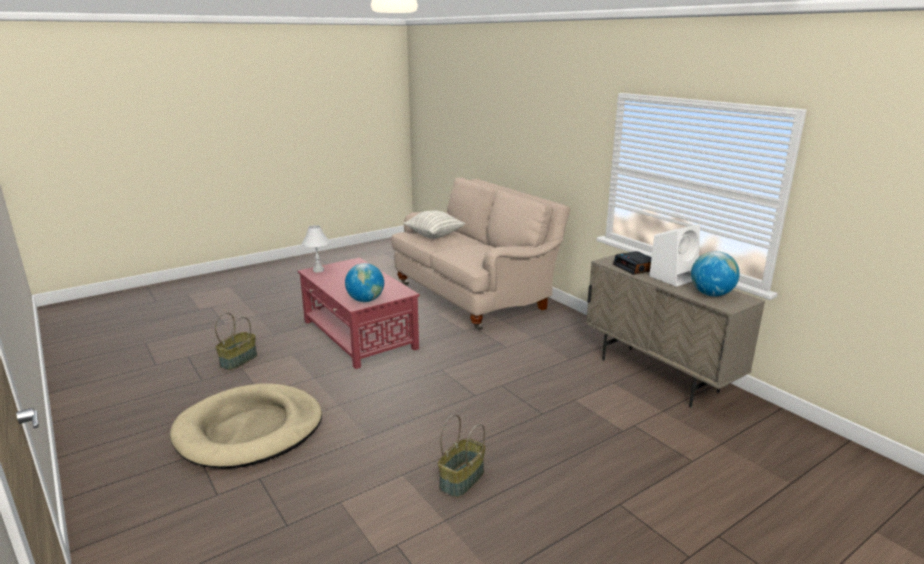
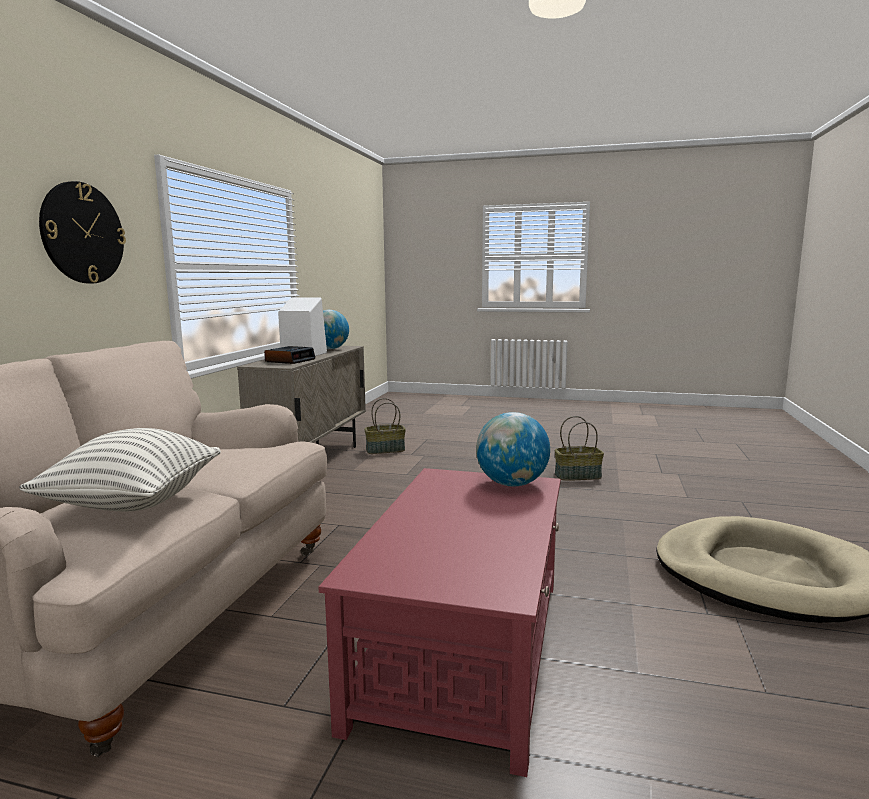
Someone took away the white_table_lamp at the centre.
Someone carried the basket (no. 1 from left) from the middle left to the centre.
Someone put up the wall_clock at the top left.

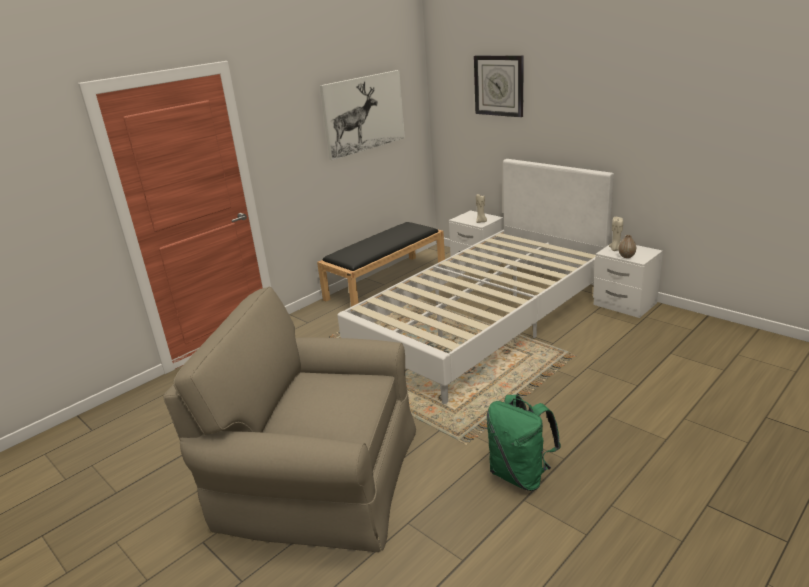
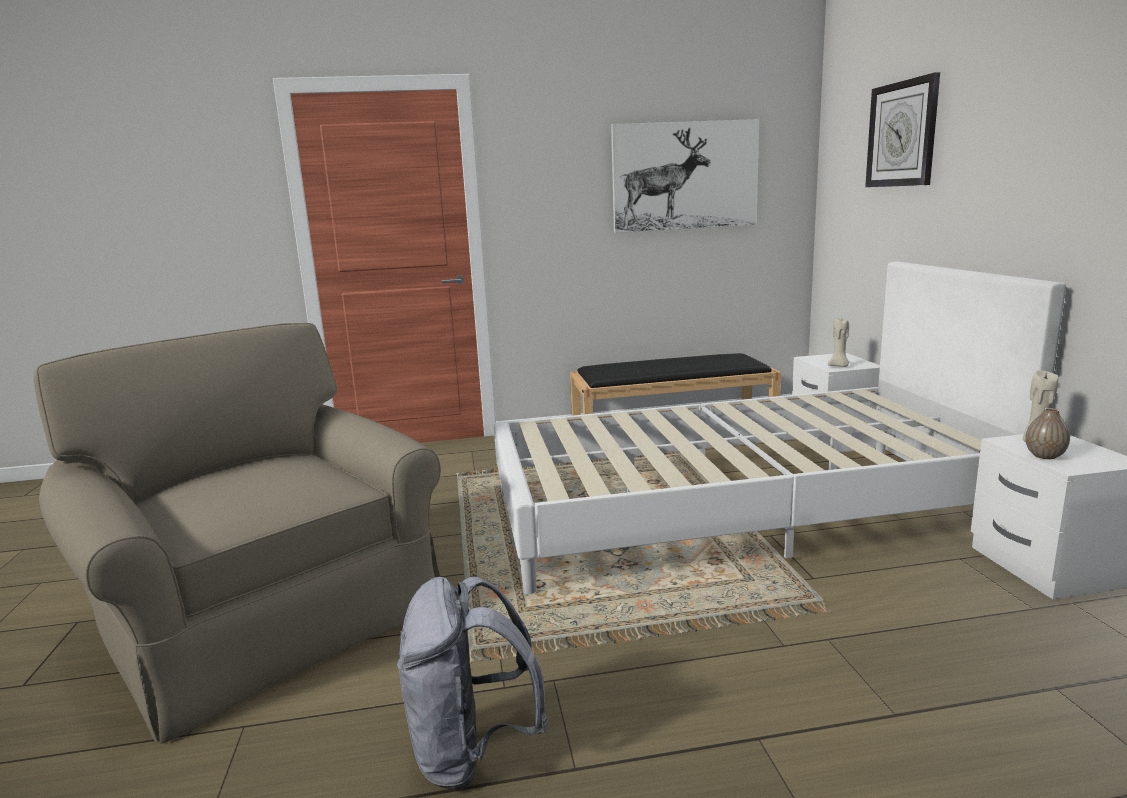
Someone repainted the green_backpack at the bottom centre, which became the grey_backpack at the bottom centre.

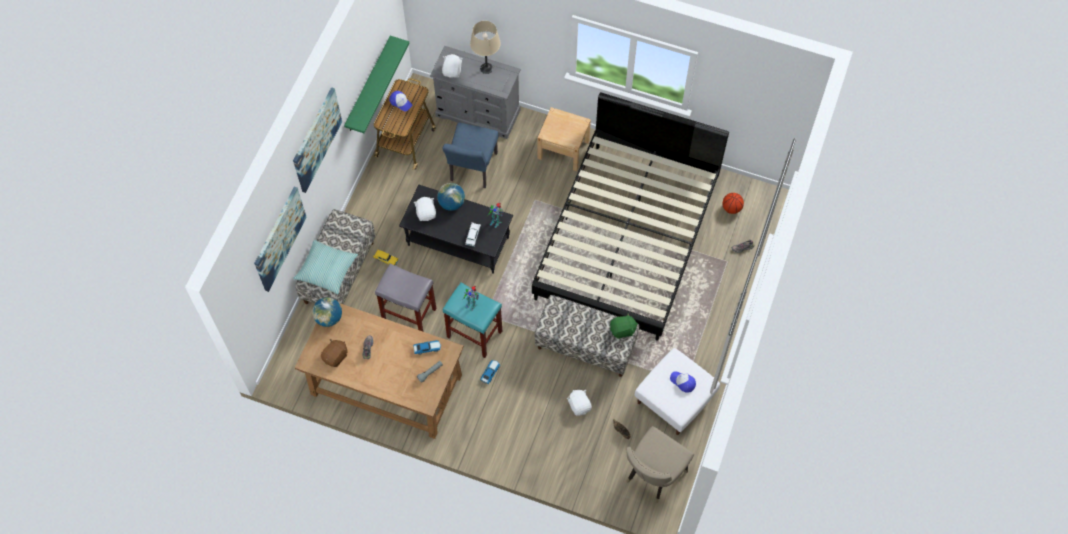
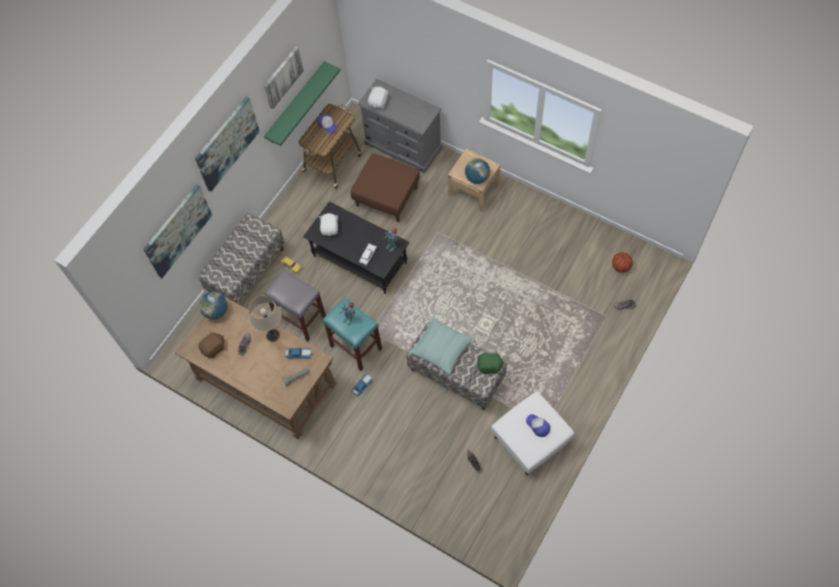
Someone carried the beige_table_lamp from the top centre to the middle left.
Someone took away the black_bed at the centre.
Someone swapped the blue_chair at the top centre for the brown_ottoman at the top centre.
Someone carried the globe (no. 2 from left) from the centre to the top centre.
Someone carried the pillow from the middle left to the centre.
Someone took away the white_plush_toy (no. 3 from left) at the bottom centre.
Someone took away the beige_chair at the bottom centre.
Someone put up the picture (no. 3 from left) at the top centre.

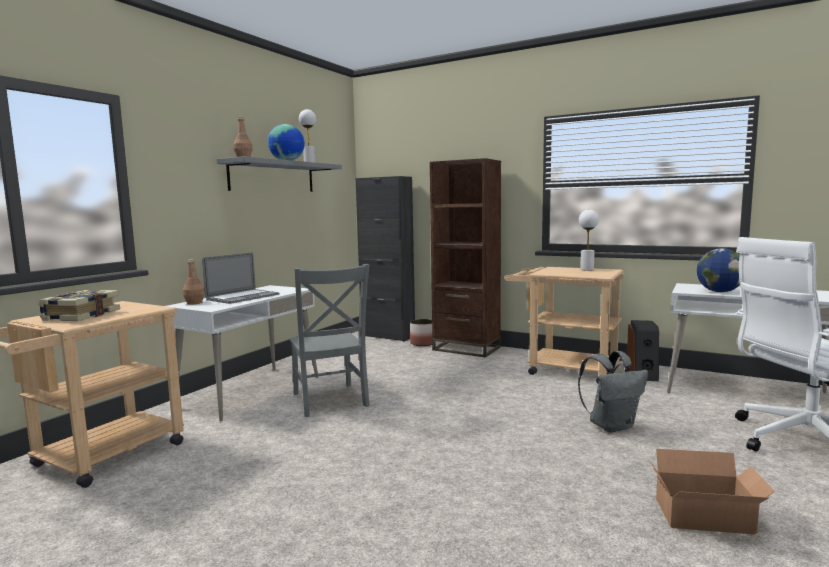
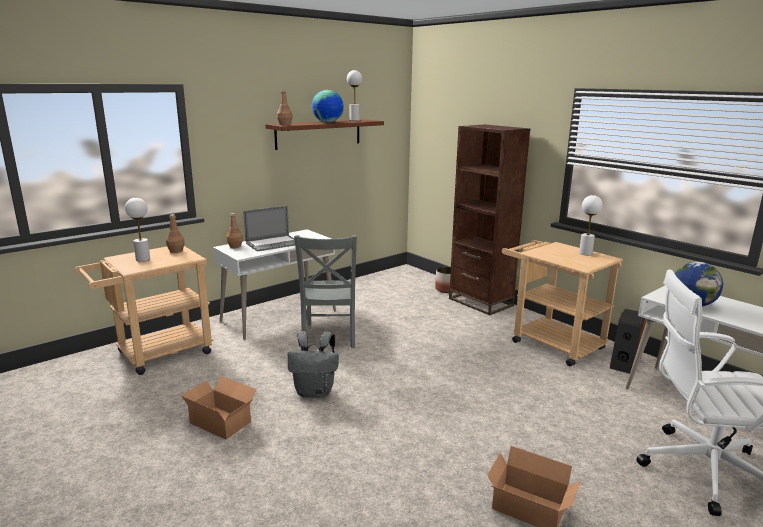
Someone repainted the grey_shelf at the top centre, which became the brown_shelf at the top centre.
Someone took away the black_cabinet at the centre.
Someone swapped the book at the middle left for the white_table_lamp (no. 1 from left) at the middle left.
Someone carried the grey_backpack from the bottom right to the bottom centre.
Someone put down the brown_bottle (no. 1 from left) at the middle left.
Someone put down the cardboard_box (no. 1 from left) at the bottom left.

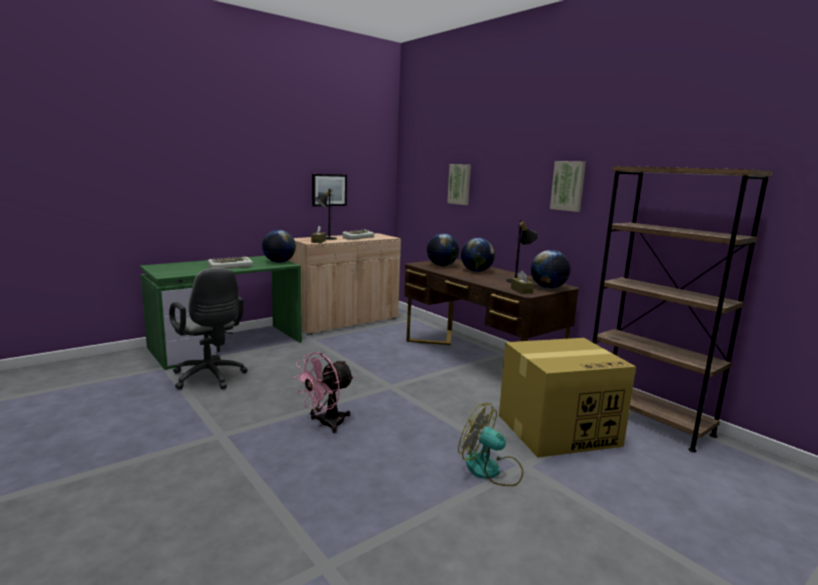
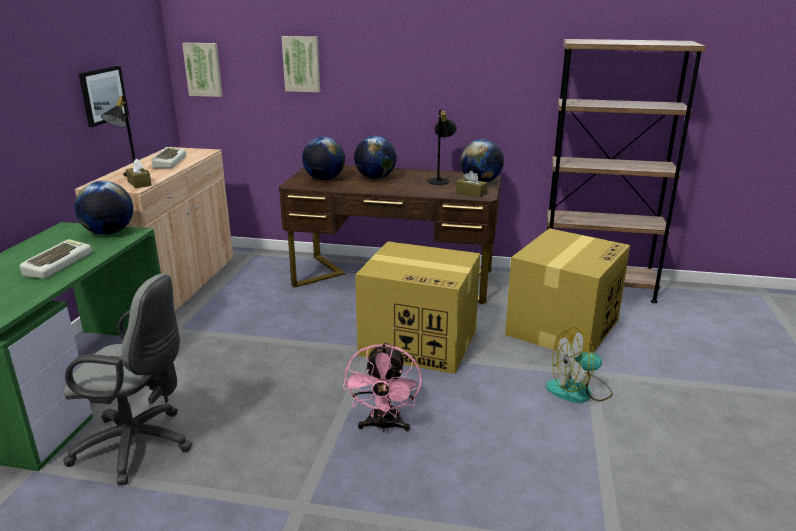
Someone carried the picture (no. 3 from left in the first image) from the top right to the top left.
Someone put down the cardboard_box (no. 1 from left) at the centre.

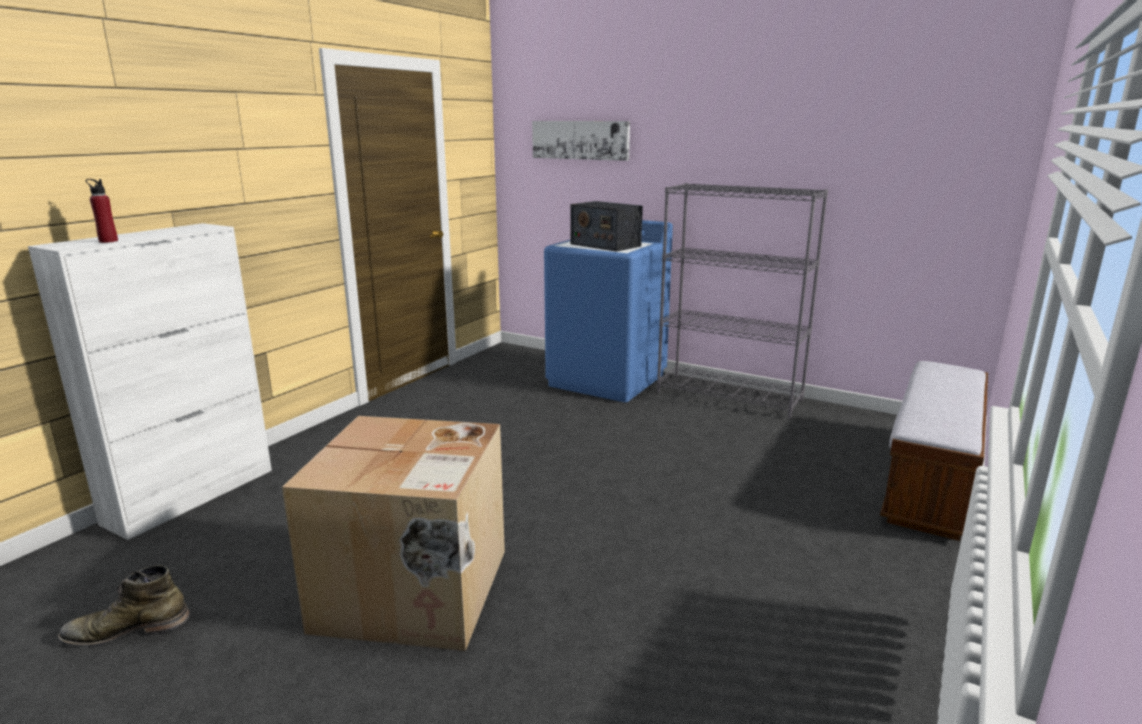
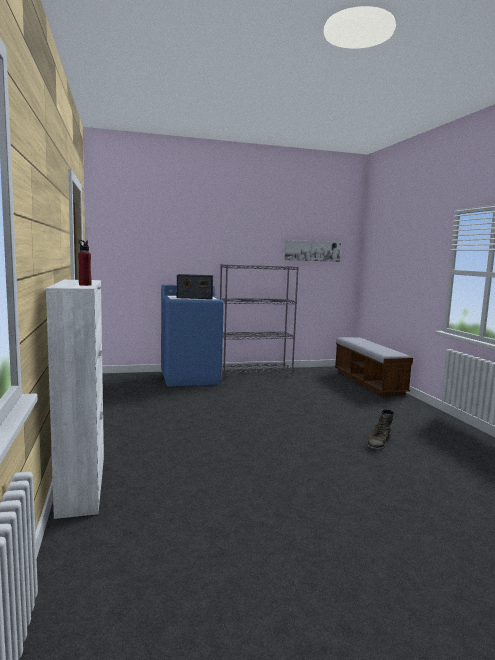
Someone carried the picture from the top centre to the centre.
Someone took away the cardboard_box at the bottom centre.
Someone carried the green_boot from the bottom left to the middle right.

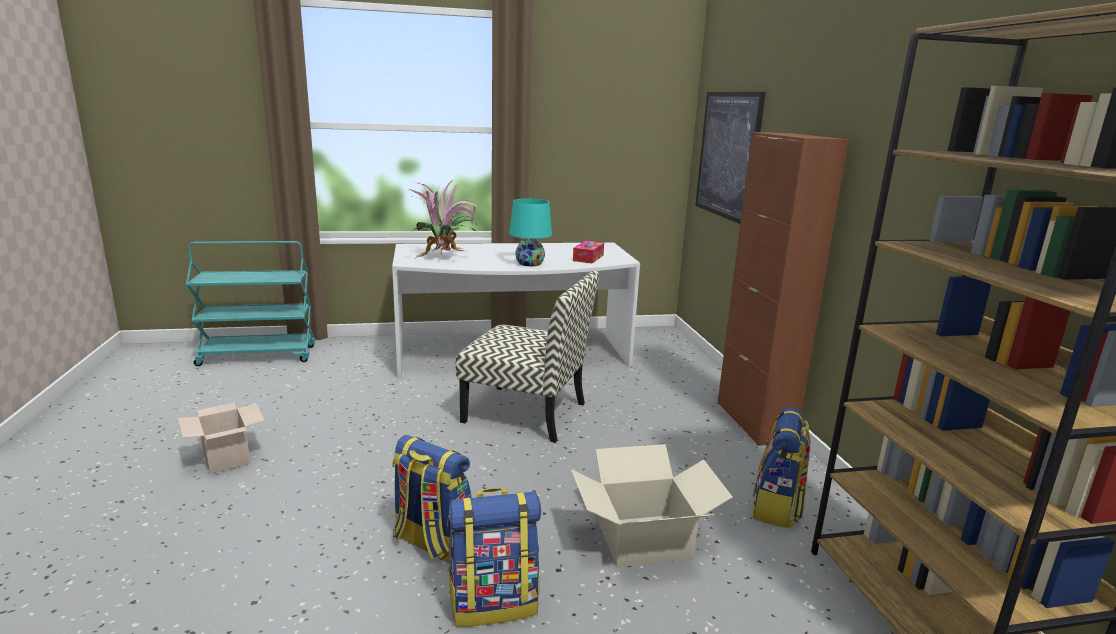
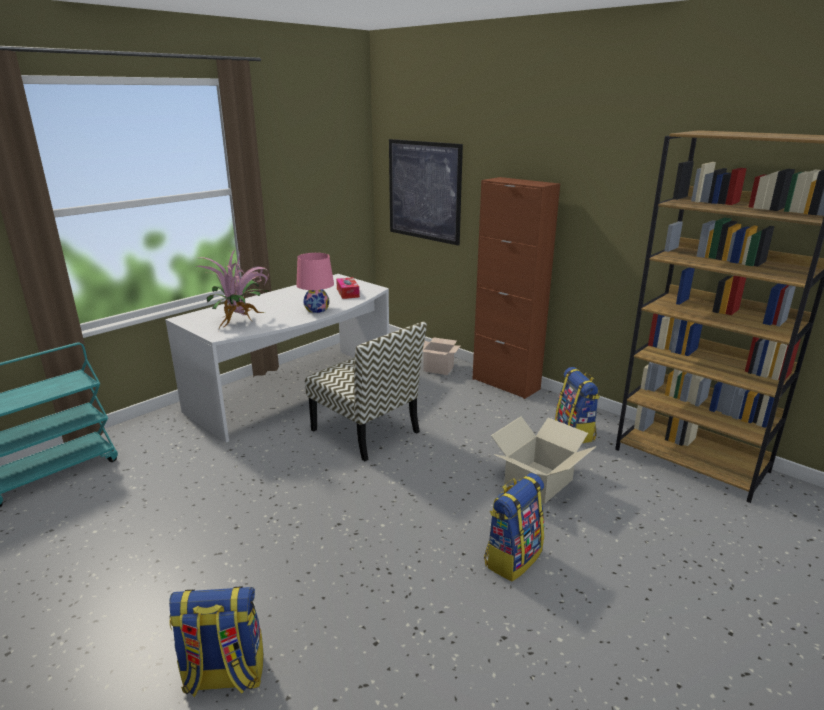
Someone repainted the turquoise_table_lamp at the centre, which became the pink_table_lamp at the centre.
Someone rotated the chair at the centre by 60 degrees clockwise.
Someone carried the cardboard_box (no. 1 from left) from the bottom left to the centre.
Someone carried the backpack (no. 1 from left) from the bottom centre to the bottom left.

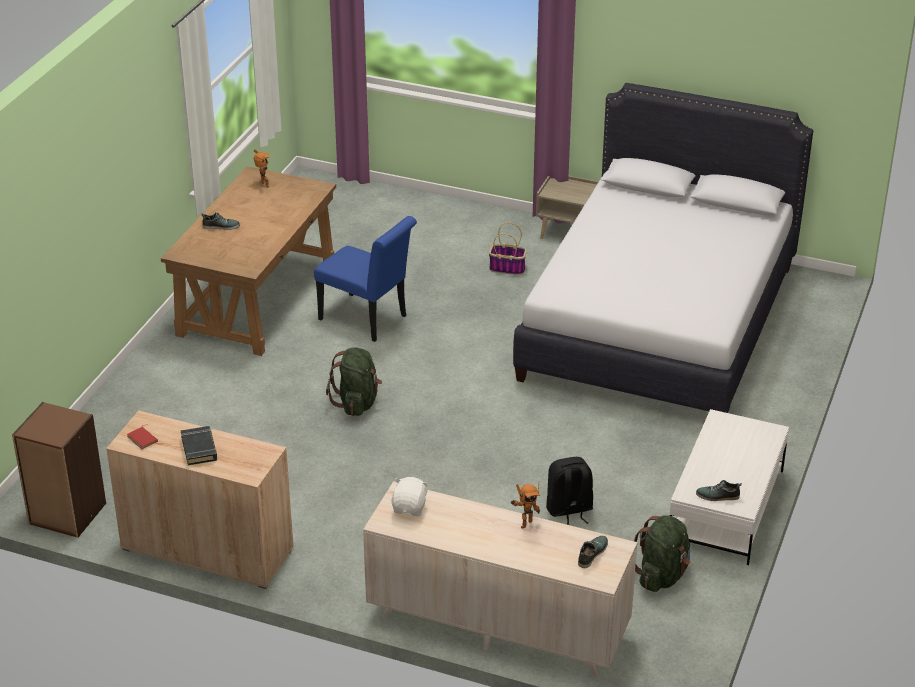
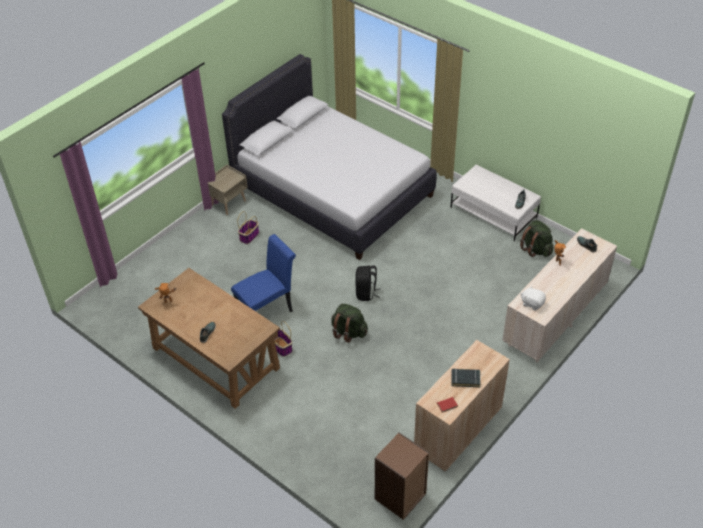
Someone carried the black_backpack from the bottom centre to the centre.
Someone put down the basket (no. 2 from left) at the centre.

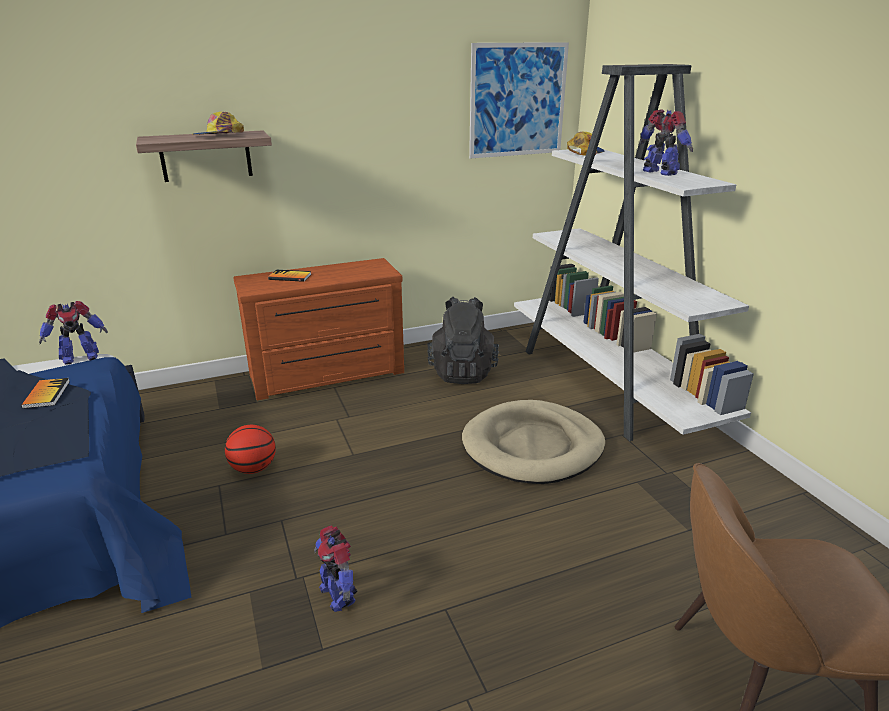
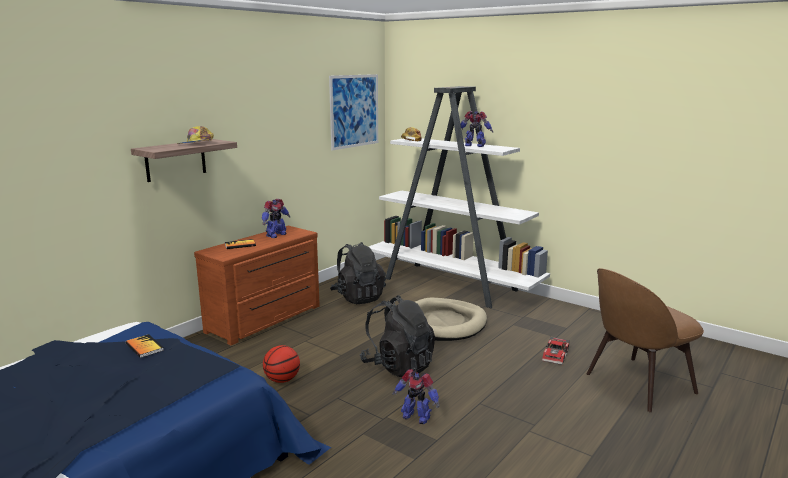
Someone carried the toy_robot (no. 1 from left) from the middle left to the centre.
Someone put down the black_backpack (no. 2 from left) at the bottom centre.
Someone put down the toy_car at the bottom right.

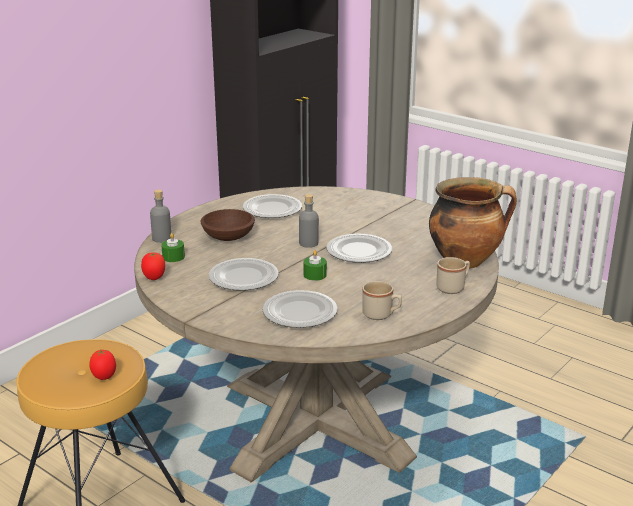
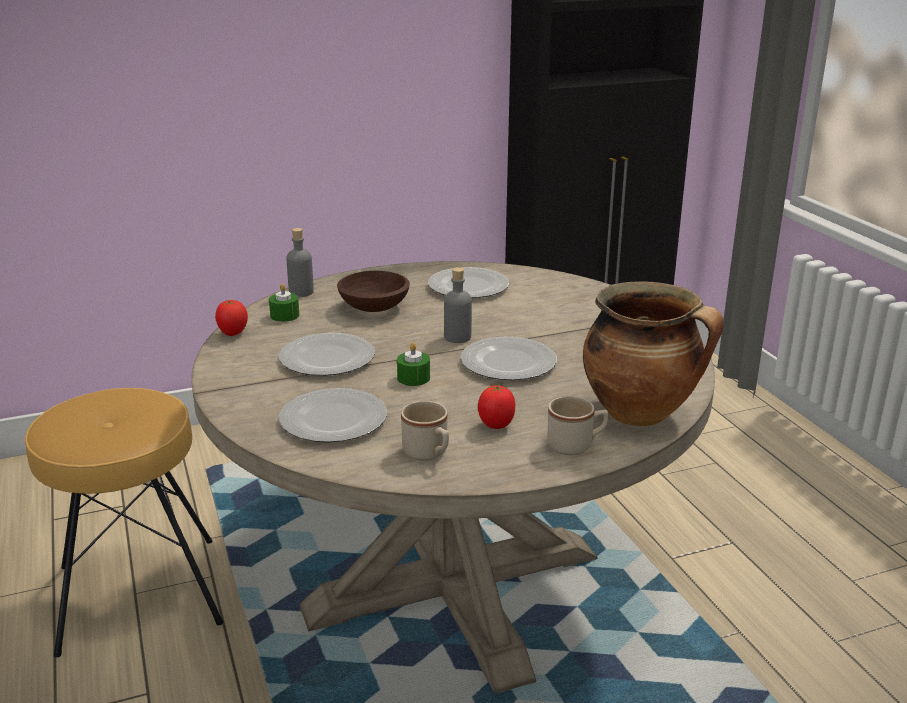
Someone carried the tomato (no. 1 from left in the first image) from the bottom left to the centre.

